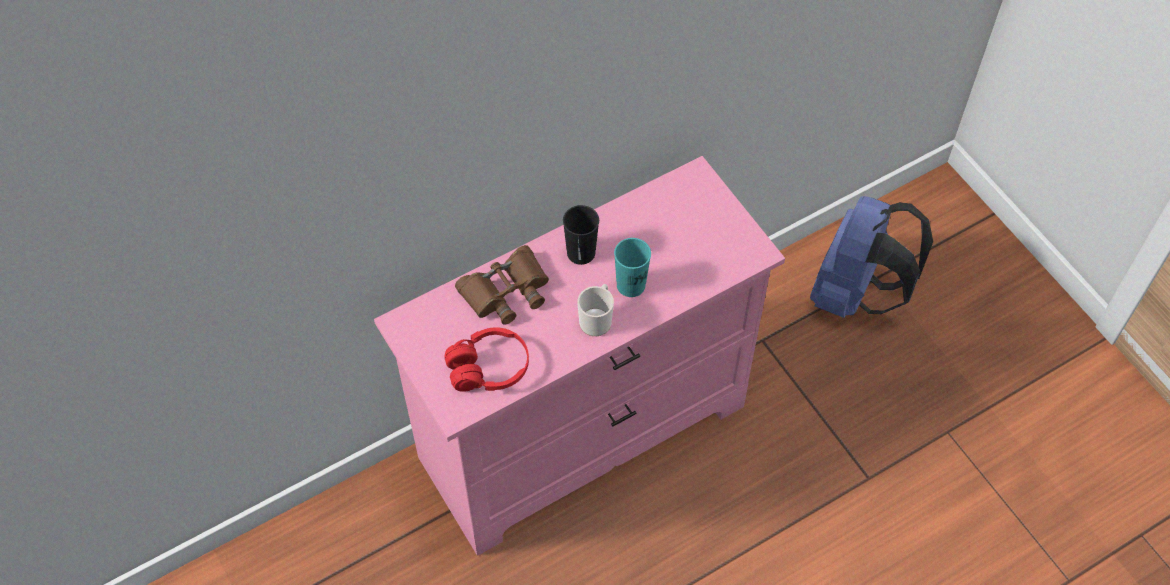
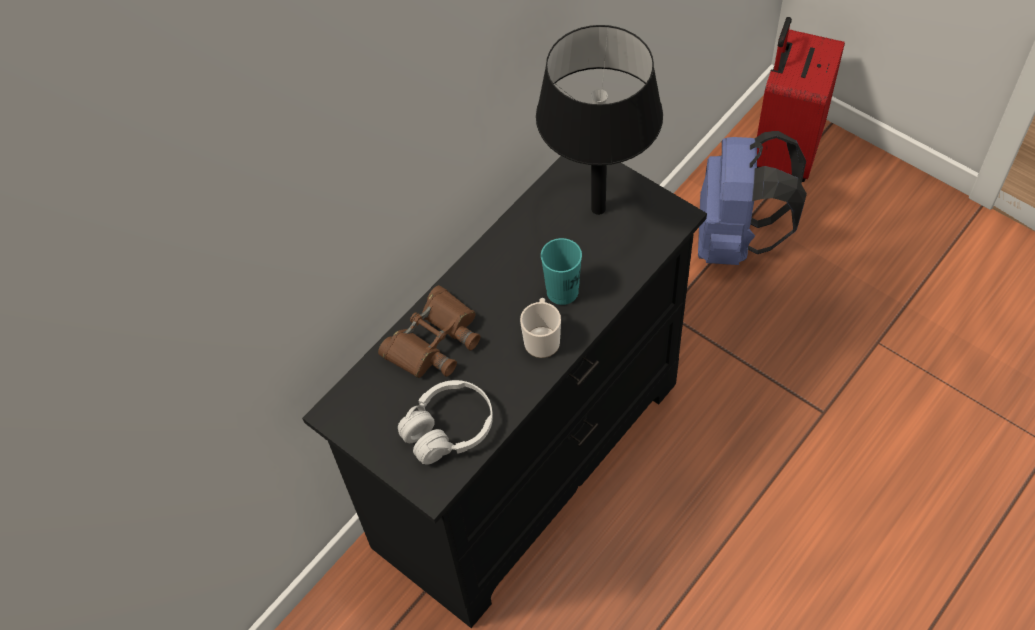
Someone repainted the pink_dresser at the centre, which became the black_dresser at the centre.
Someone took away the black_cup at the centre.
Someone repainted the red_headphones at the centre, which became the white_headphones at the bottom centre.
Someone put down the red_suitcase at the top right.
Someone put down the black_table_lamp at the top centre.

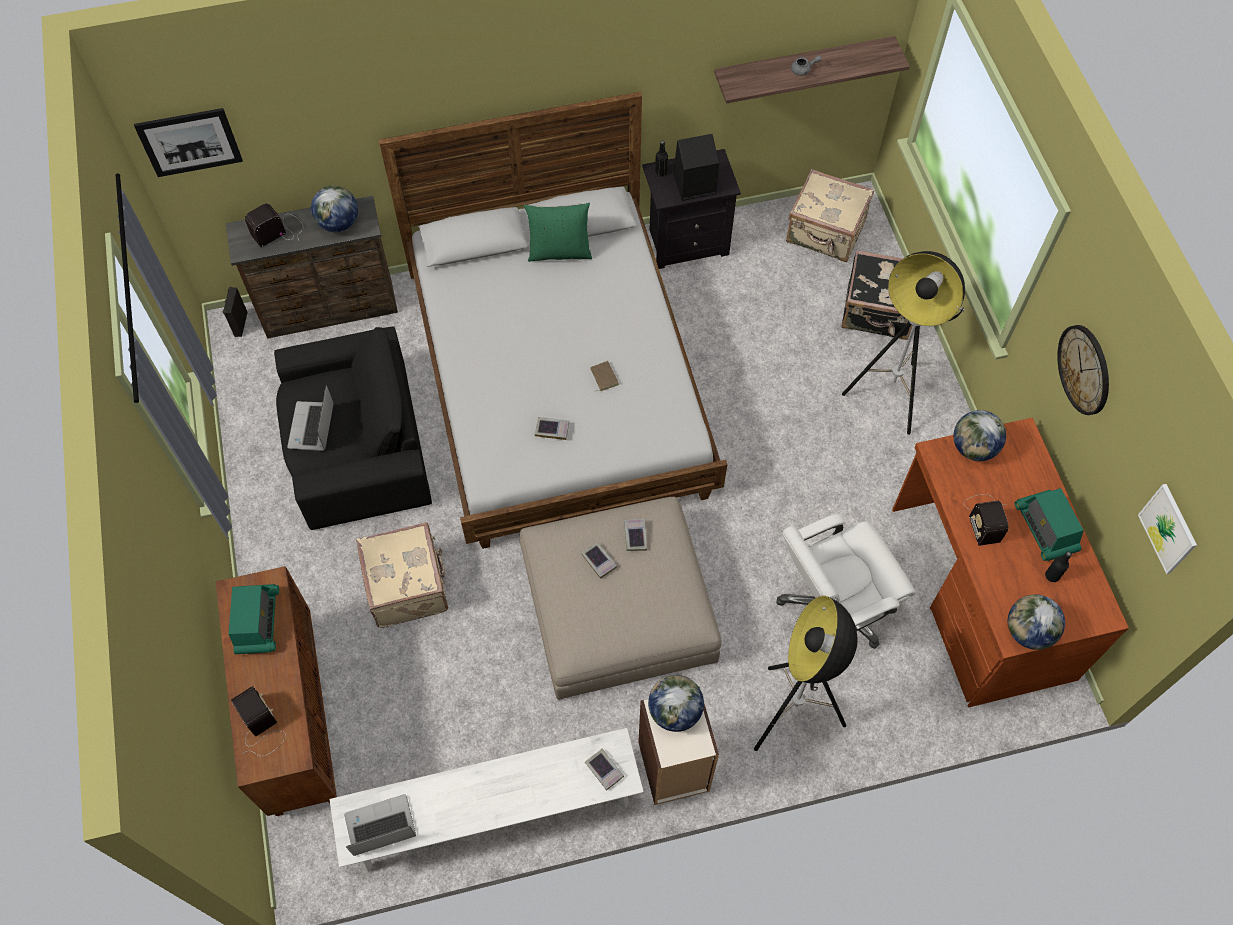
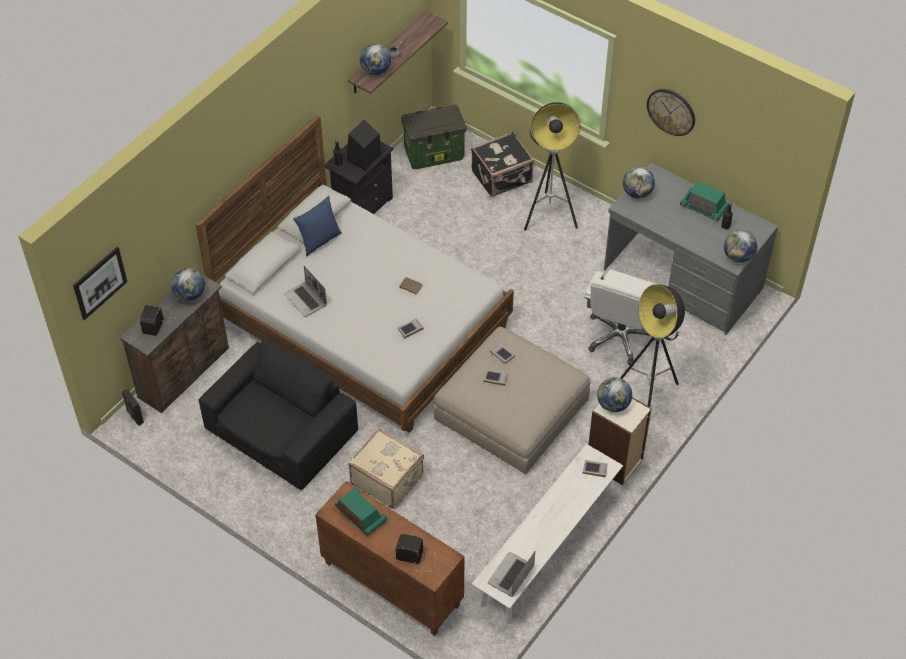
Someone swapped the beige_suitcase (no. 2 from left) at the top right for the storage_box at the top centre.
Someone repainted the green_pillow at the top centre, which became the blue_pillow at the centre.
Someone carried the laptop (no. 1 from left) from the middle left to the centre.
Someone repainted the brown_desk at the middle right, which became the grey_desk at the middle right.
Someone took away the picture (no. 2 from left) at the middle right.
Someone took away the radio (no. 4 from left) at the middle right.
Someone put down the globe (no. 2 from left) at the top centre.

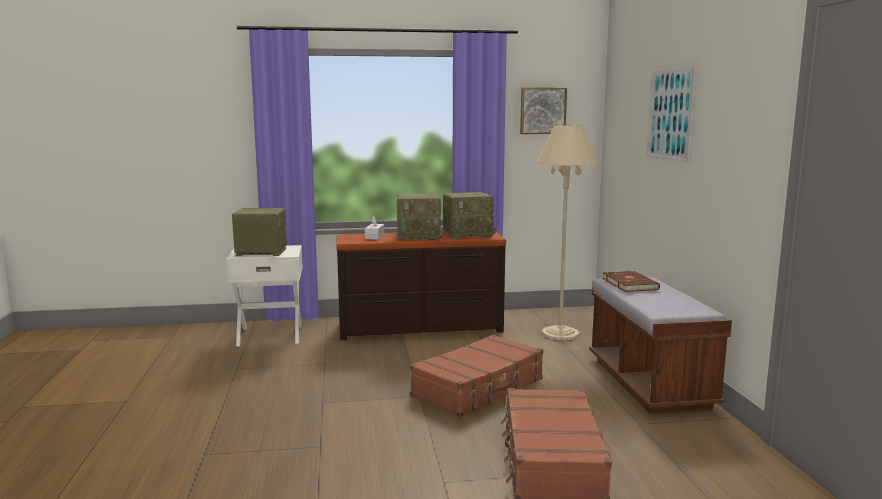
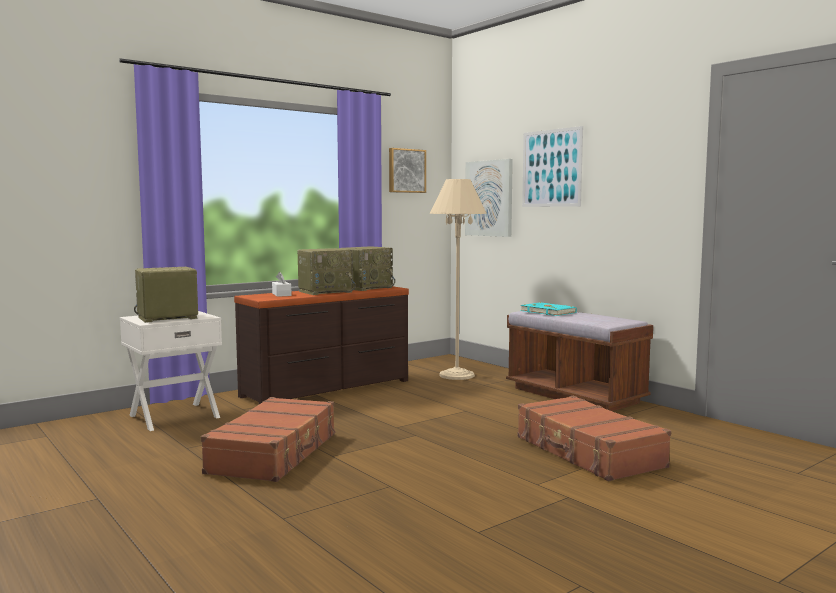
Someone repainted the brown_book at the middle right, which became the turquoise_book at the centre.
Someone carried the brown_suitcase (no. 1 from left) from the bottom centre to the bottom left.
Someone put up the picture (no. 2 from left) at the centre.

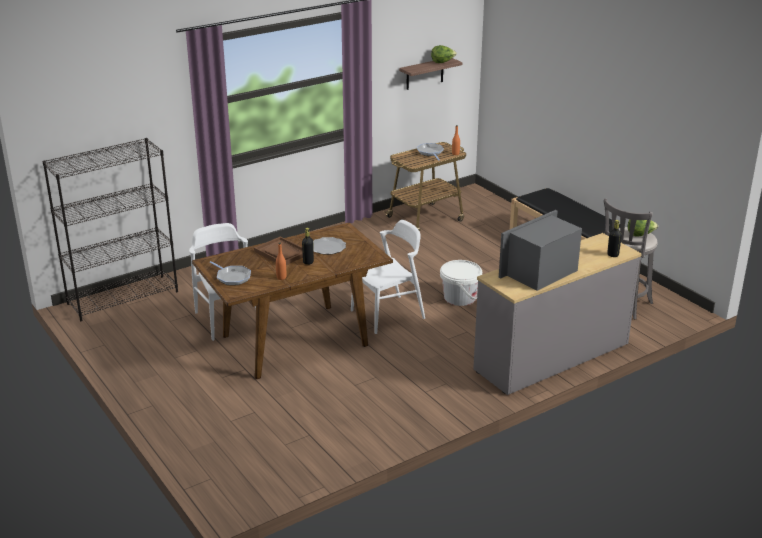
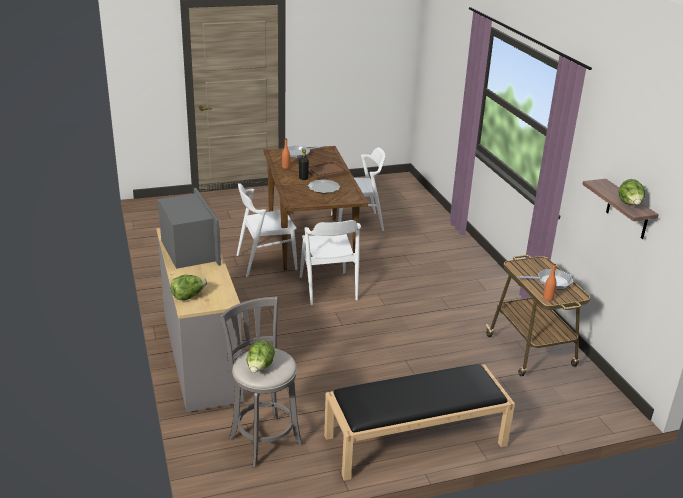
Someone took away the black_bookcase at the middle left.
Someone swapped the black_bottle (no. 2 from left) at the middle right for the lettuce (no. 1 from left) at the middle left.
Someone took away the white_bucket at the centre.
Someone put down the white_chair (no. 1 from left) at the centre.

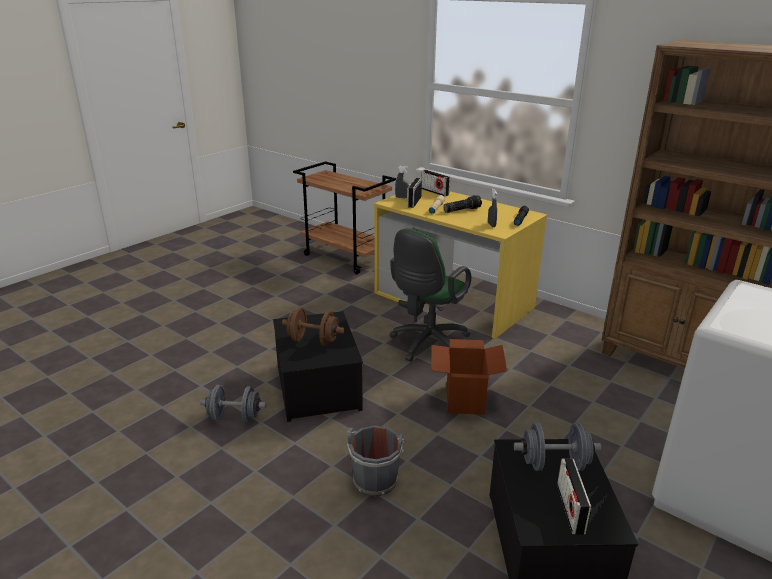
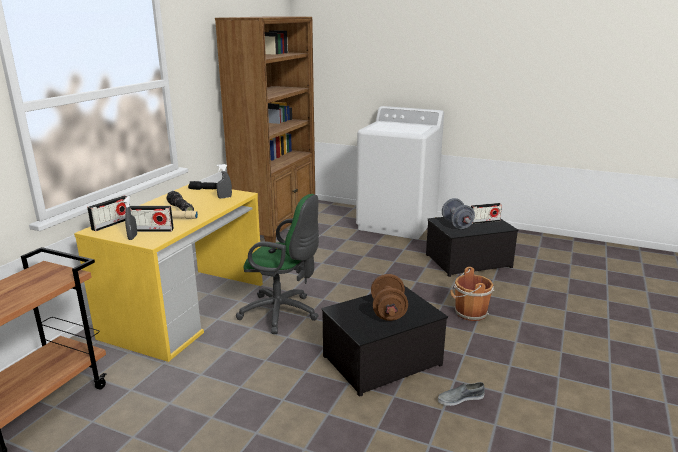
Someone took away the cardboard_box at the centre.
Someone swapped the grey_dumbbell (no. 1 from left) at the bottom left for the grey_shoe at the bottom right.
Someone repainted the grey_bucket at the bottom centre, which became the brown_bucket at the middle right.

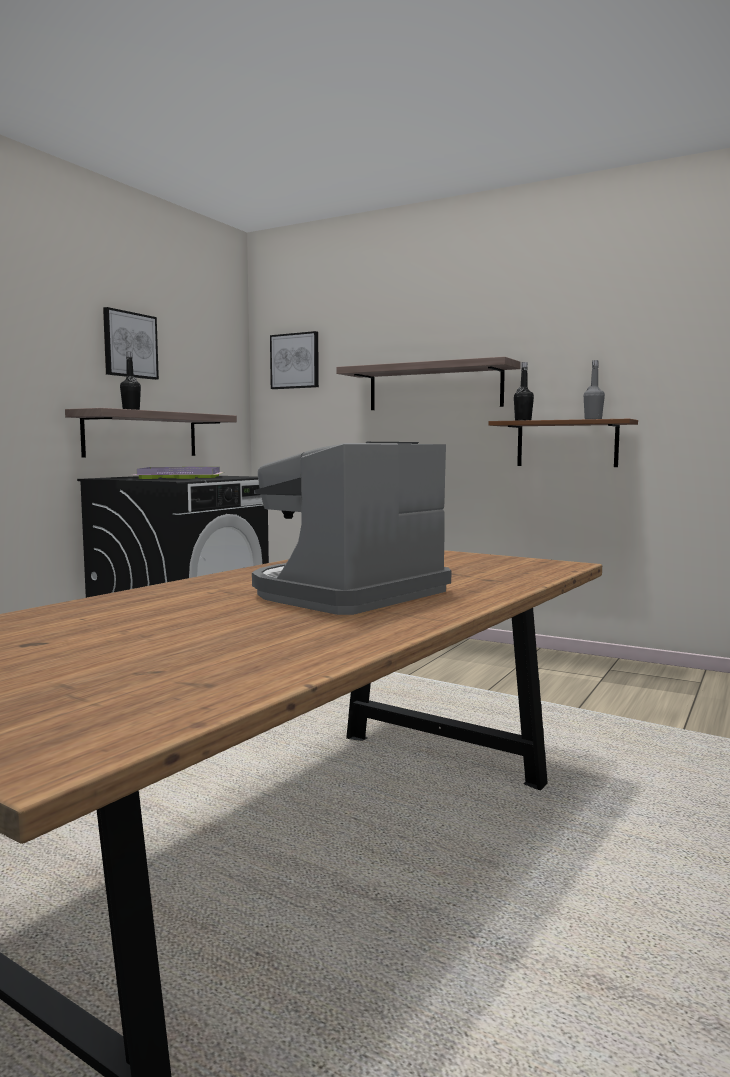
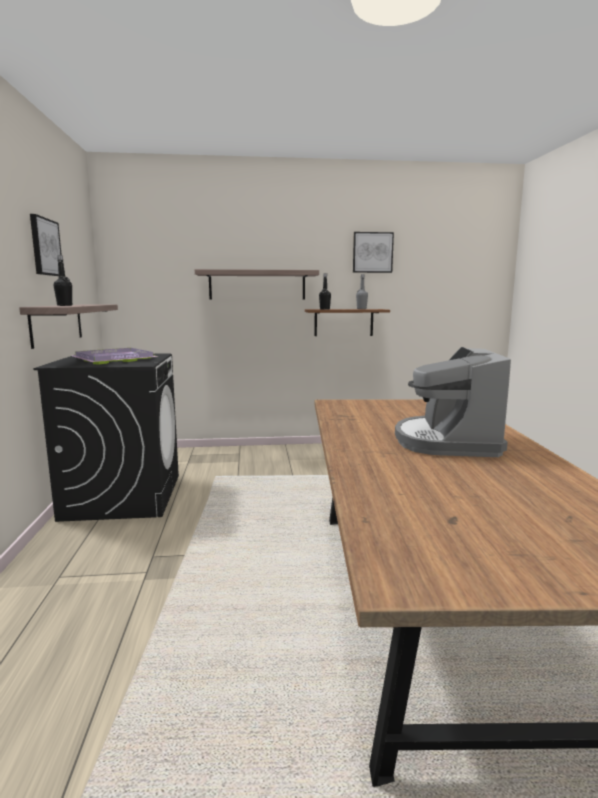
Someone carried the picture (no. 2 from left) from the centre to the top centre.

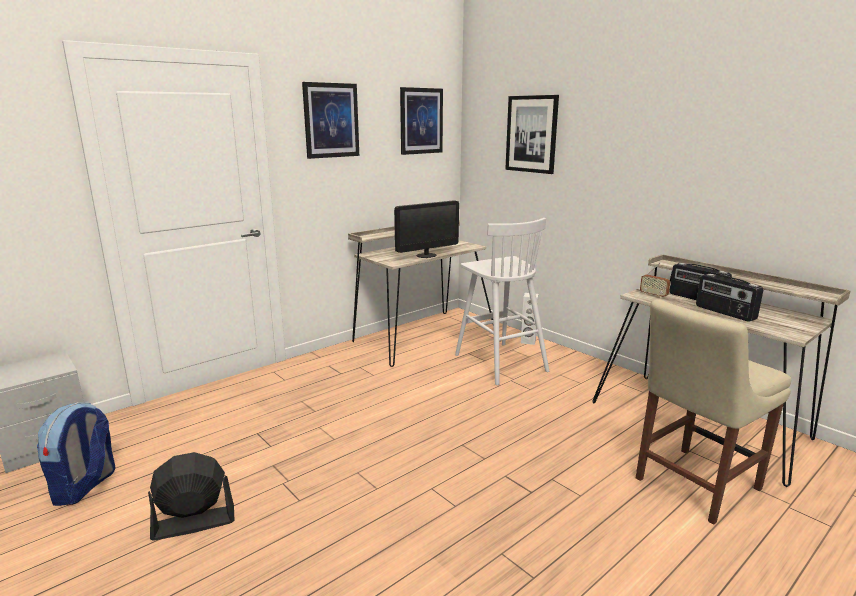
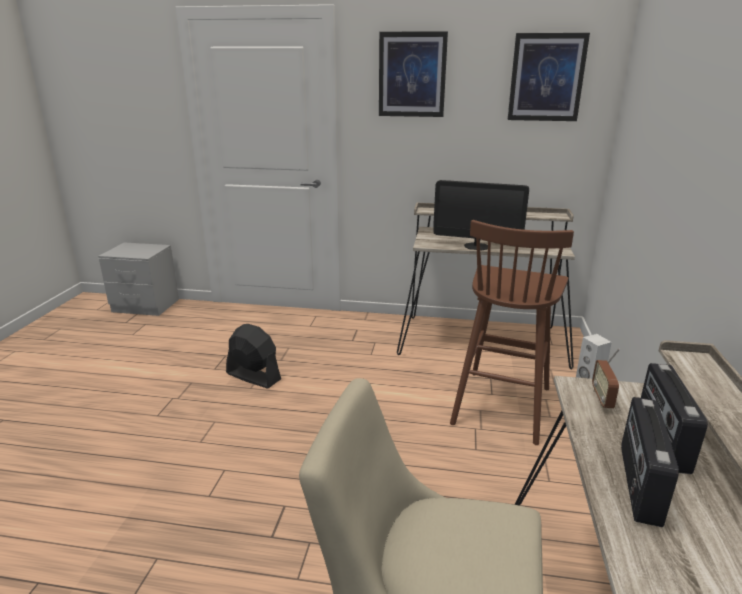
Someone took away the picture (no. 3 from left) at the top centre.
Someone repainted the white_stool at the centre, which became the brown_stool at the middle right.
Someone took away the backpack at the bottom left.
Someone carried the black_fan from the bottom left to the centre.

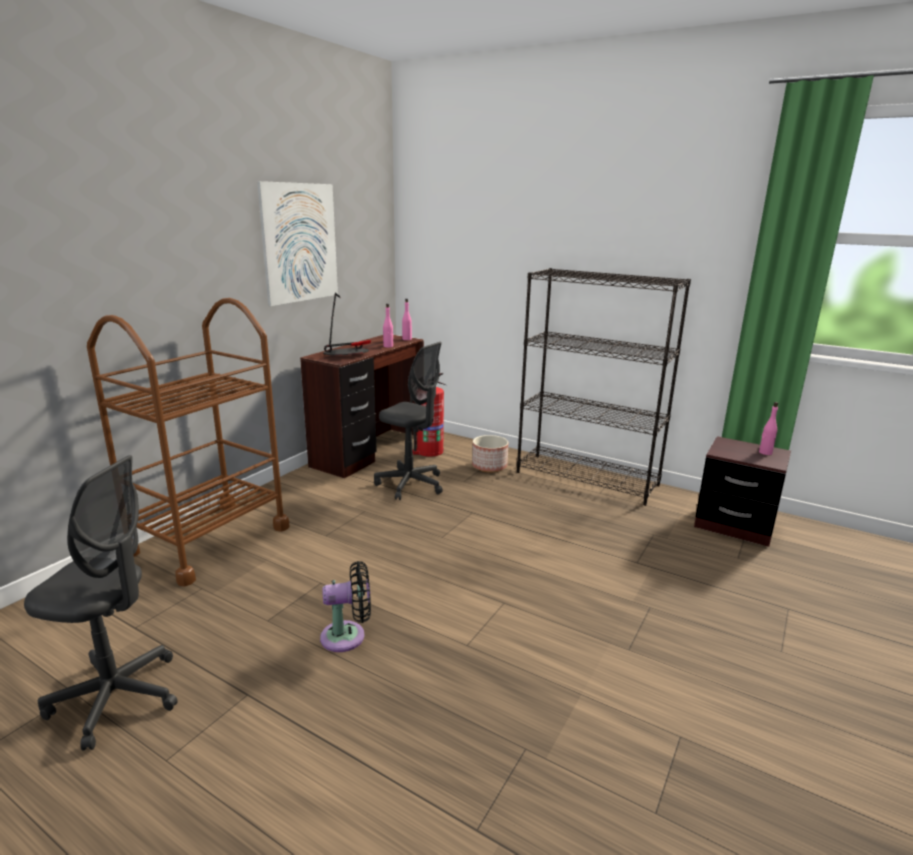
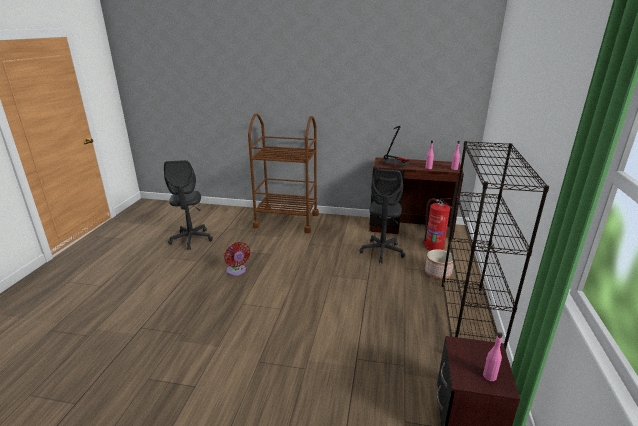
Someone took away the picture at the top left.
Someone repainted the black_fan at the bottom centre, which became the red_fan at the centre.

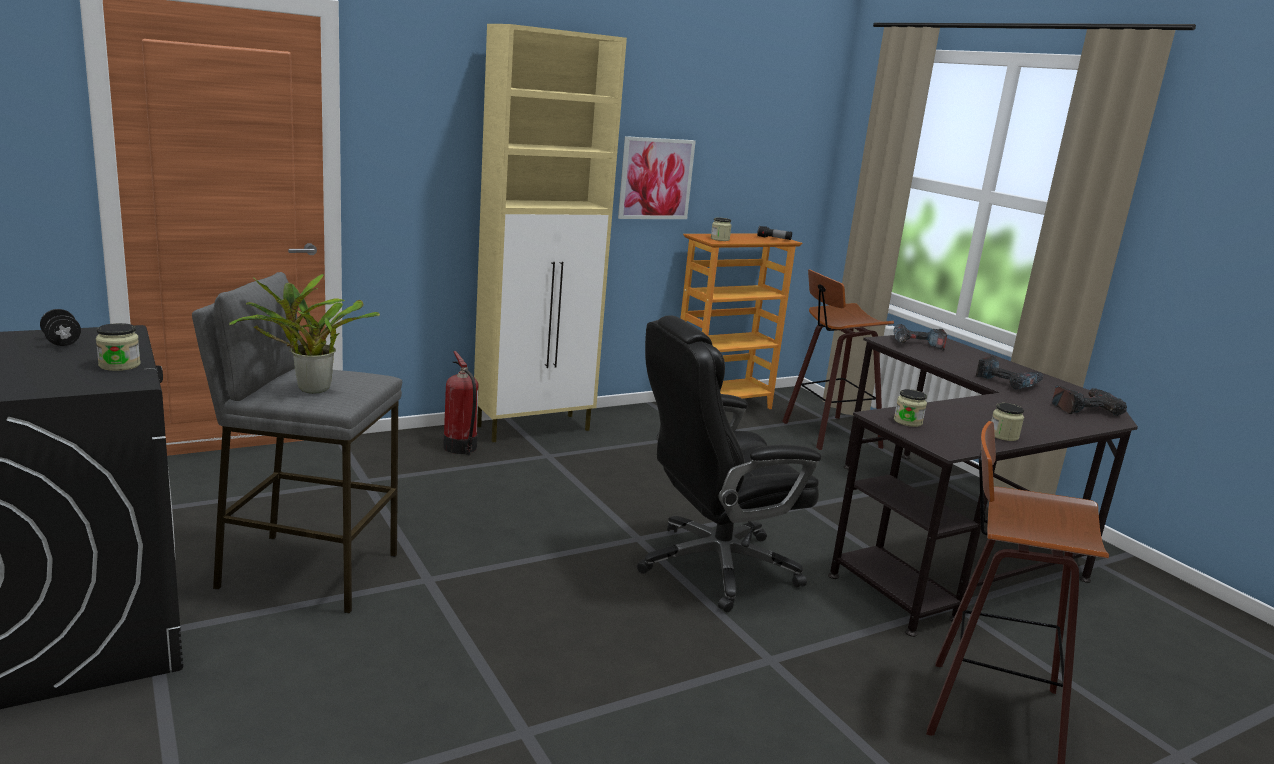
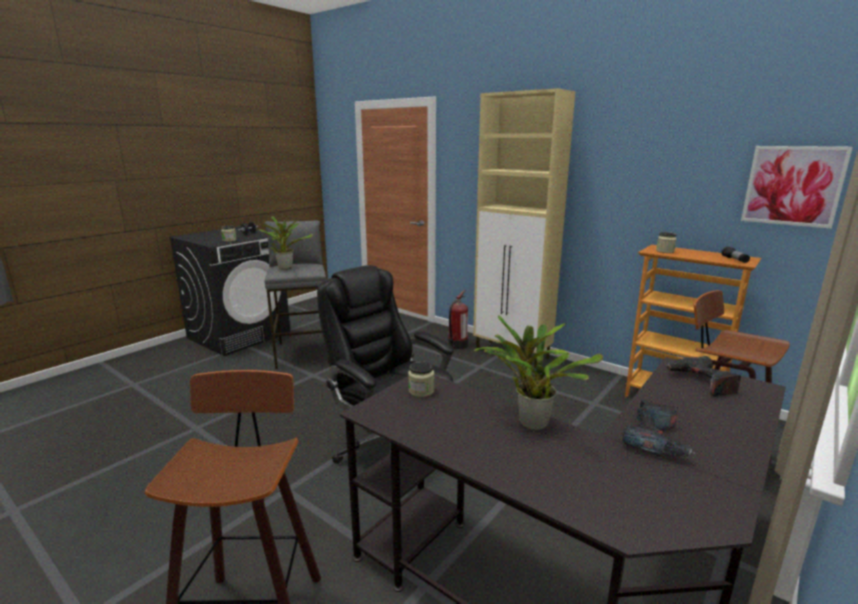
Someone carried the picture from the top centre to the top right.
Someone took away the power_drill (no. 3 from left) at the middle right.
Someone took away the jar (no. 4 from left) at the middle right.
Someone put down the potted_plant (no. 2 from left) at the centre.

